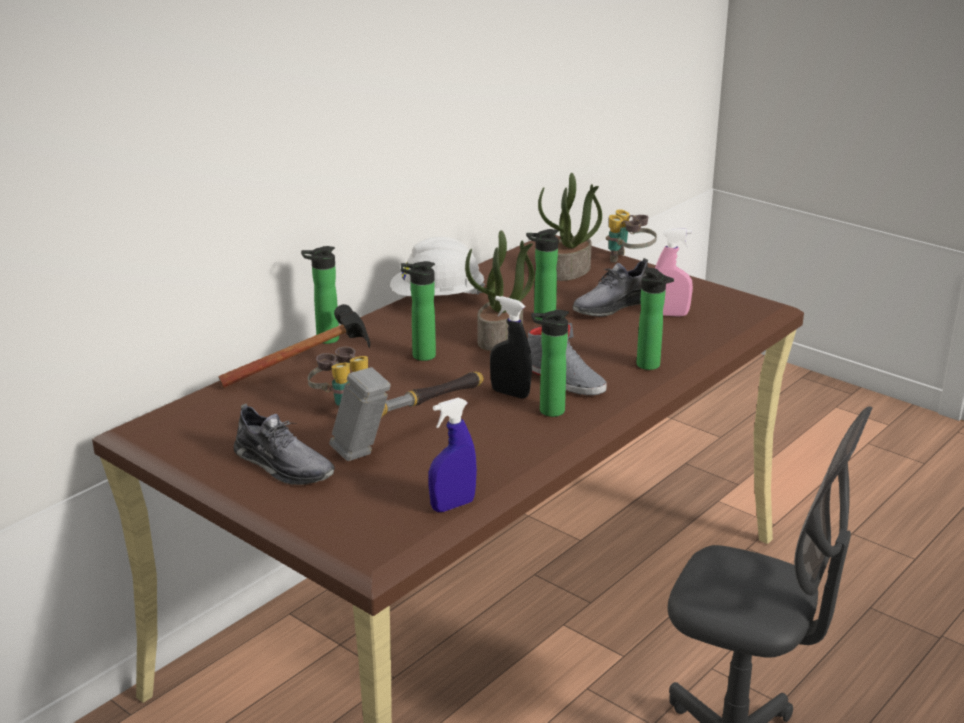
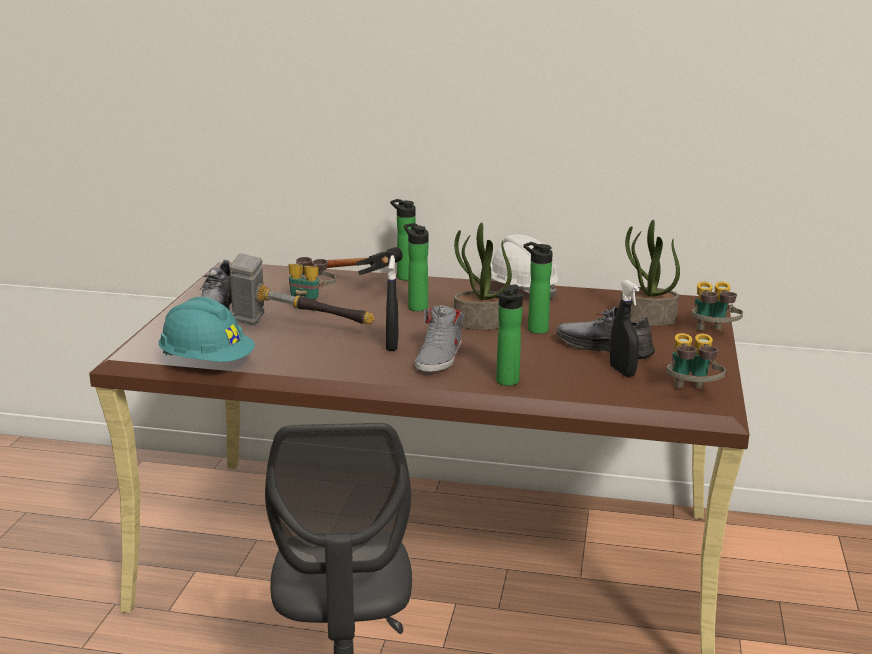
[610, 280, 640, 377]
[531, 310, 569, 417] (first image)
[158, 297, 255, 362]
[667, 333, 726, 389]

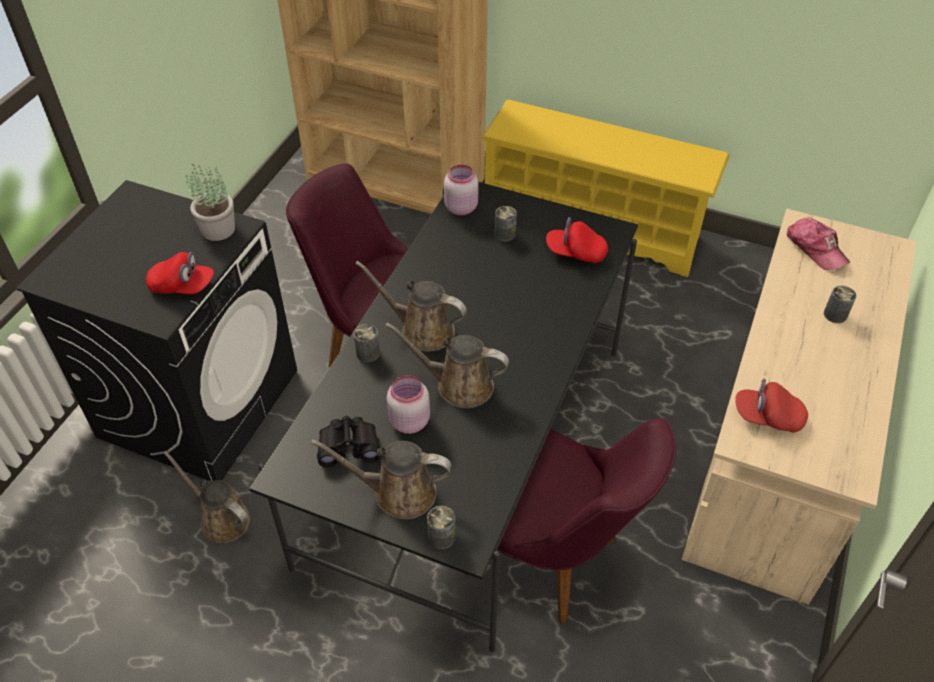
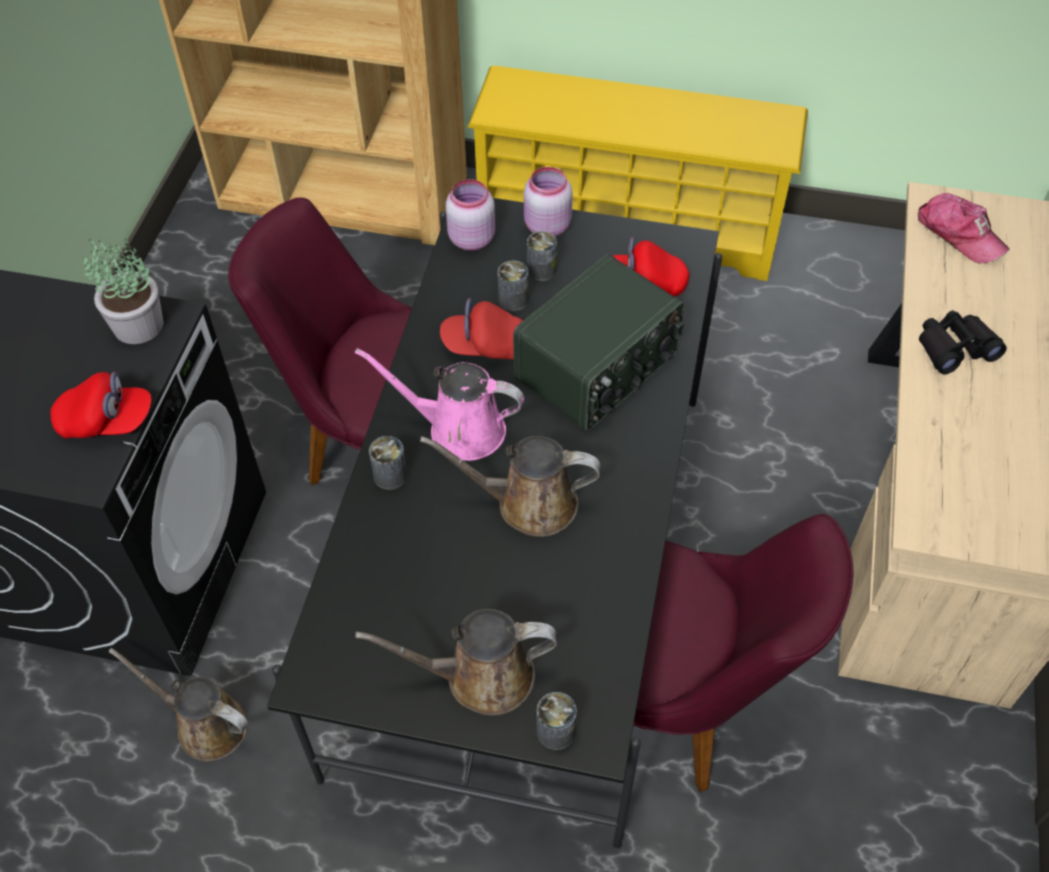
[355, 348, 524, 461]
[498, 261, 528, 311]
[524, 167, 573, 237]
[440, 298, 523, 360]
[919, 310, 1007, 374]
[513, 254, 684, 431]

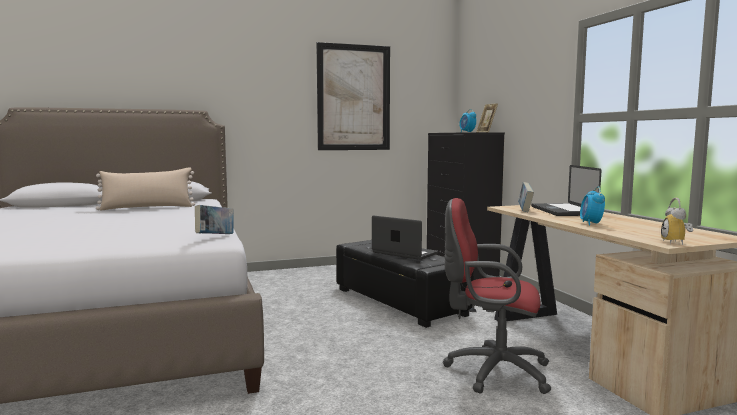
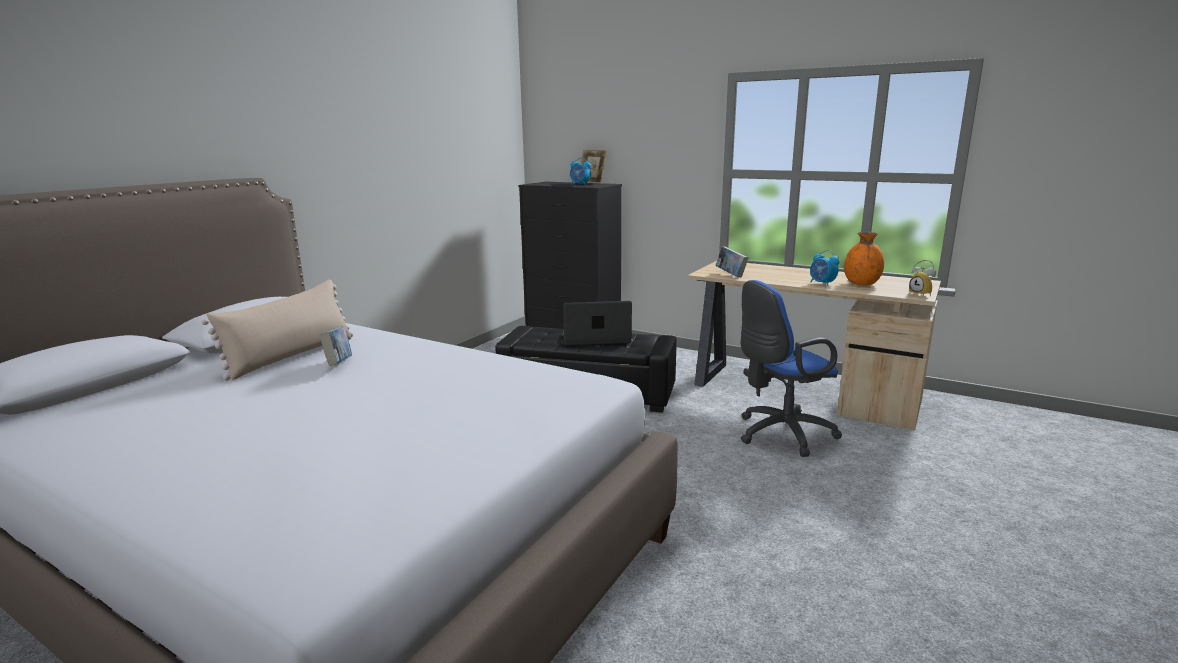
[316, 42, 390, 150] (first image)
[531, 165, 601, 216] (first image)
[741, 280, 842, 457]
[319, 326, 352, 366]
[844, 232, 884, 285]

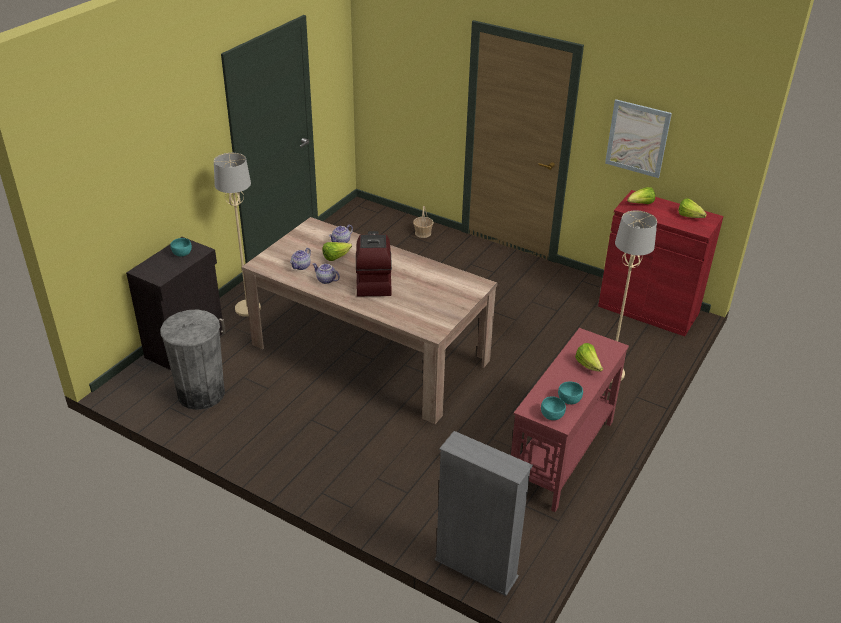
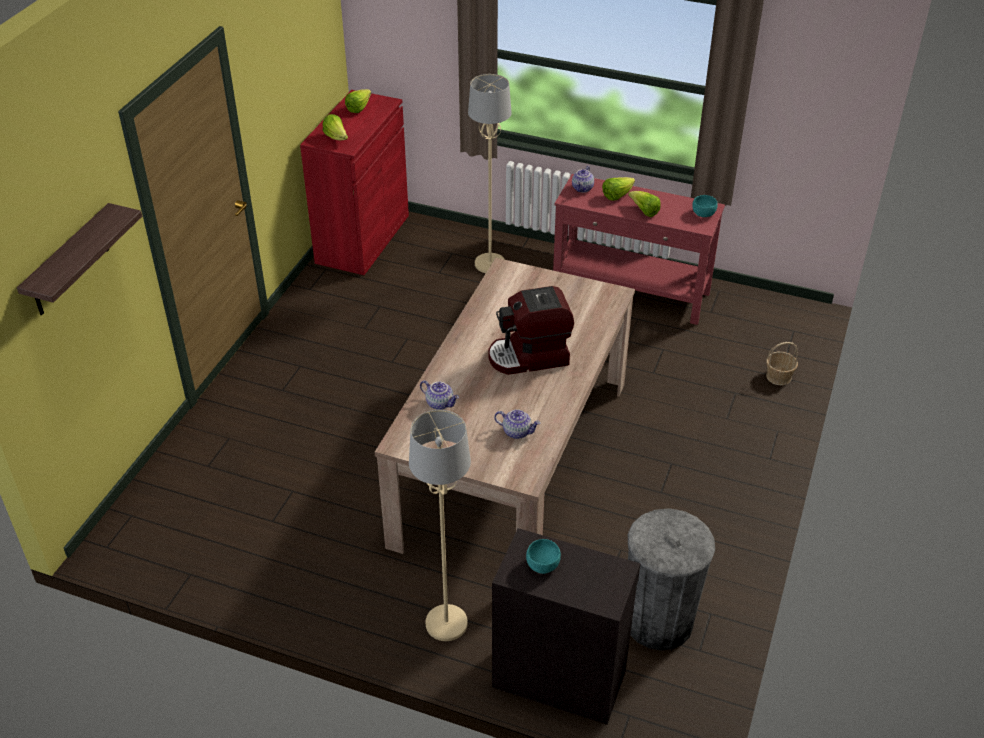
[605, 99, 672, 178] (first image)
[766, 342, 798, 385]
[628, 191, 661, 217]
[572, 166, 594, 193]
[558, 381, 583, 404] (first image)
[435, 431, 533, 596] (first image)
[17, 203, 142, 315]

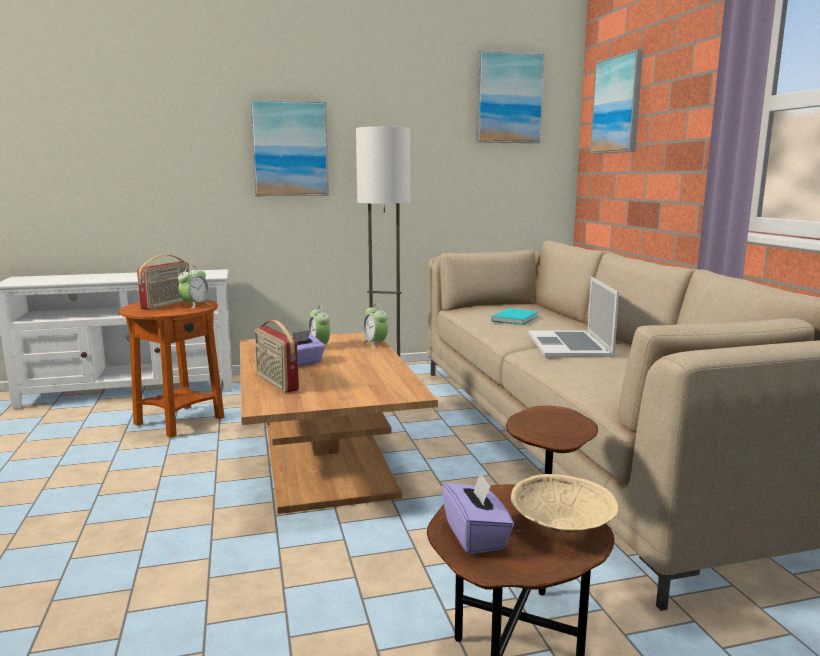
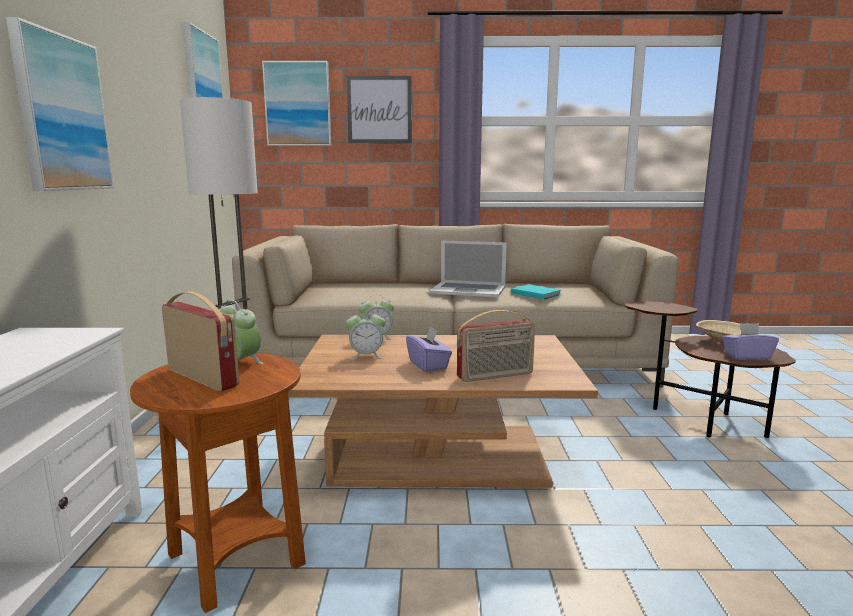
[511, 285, 561, 299]
[347, 76, 412, 143]

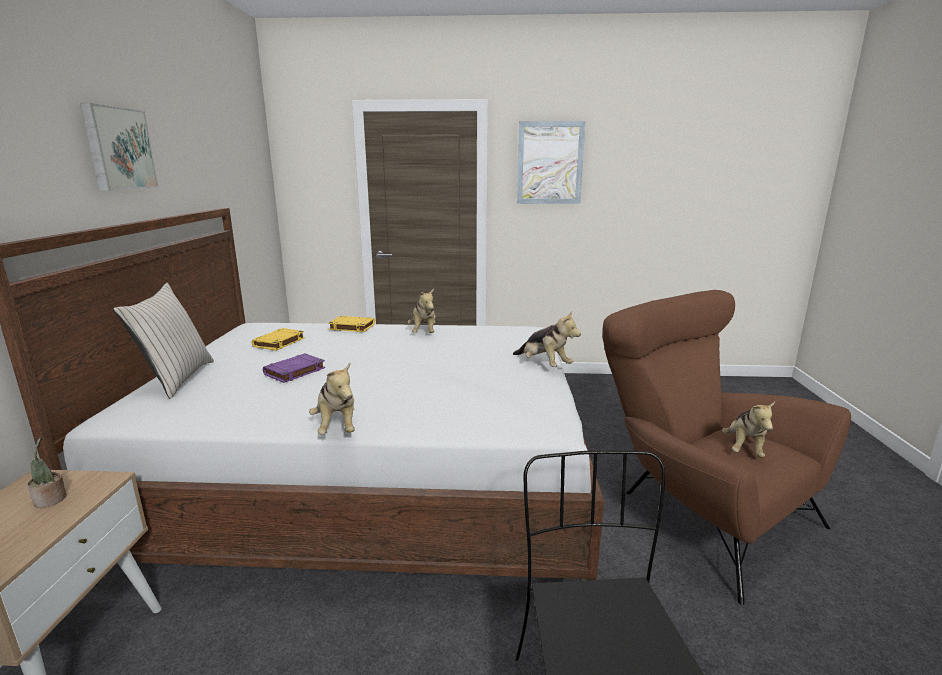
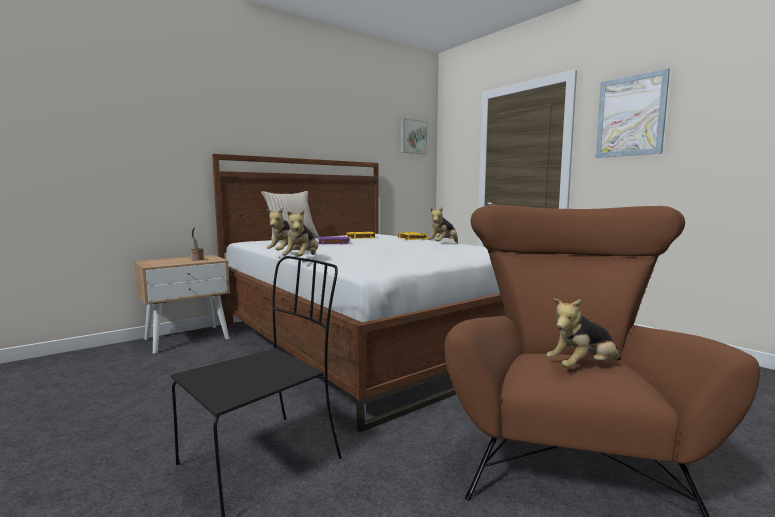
[401, 118, 428, 154]
[282, 210, 318, 256]

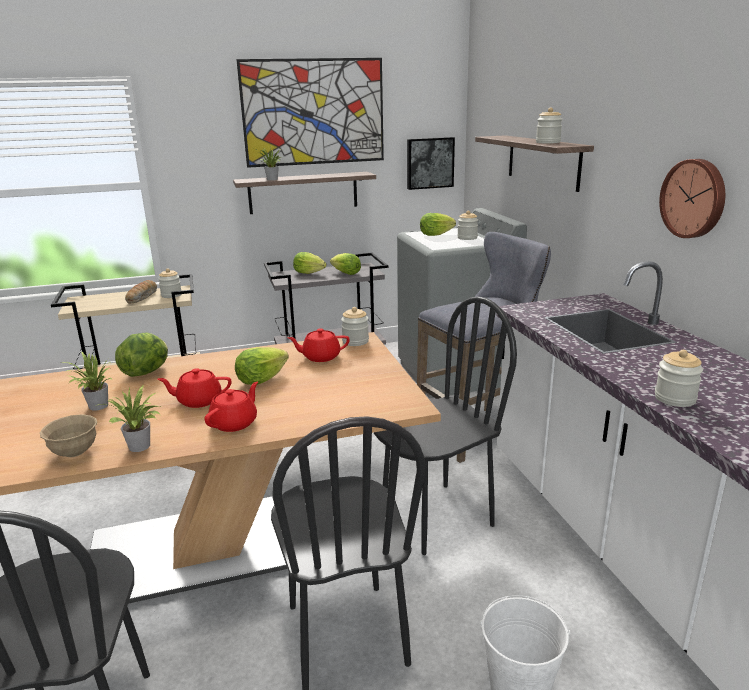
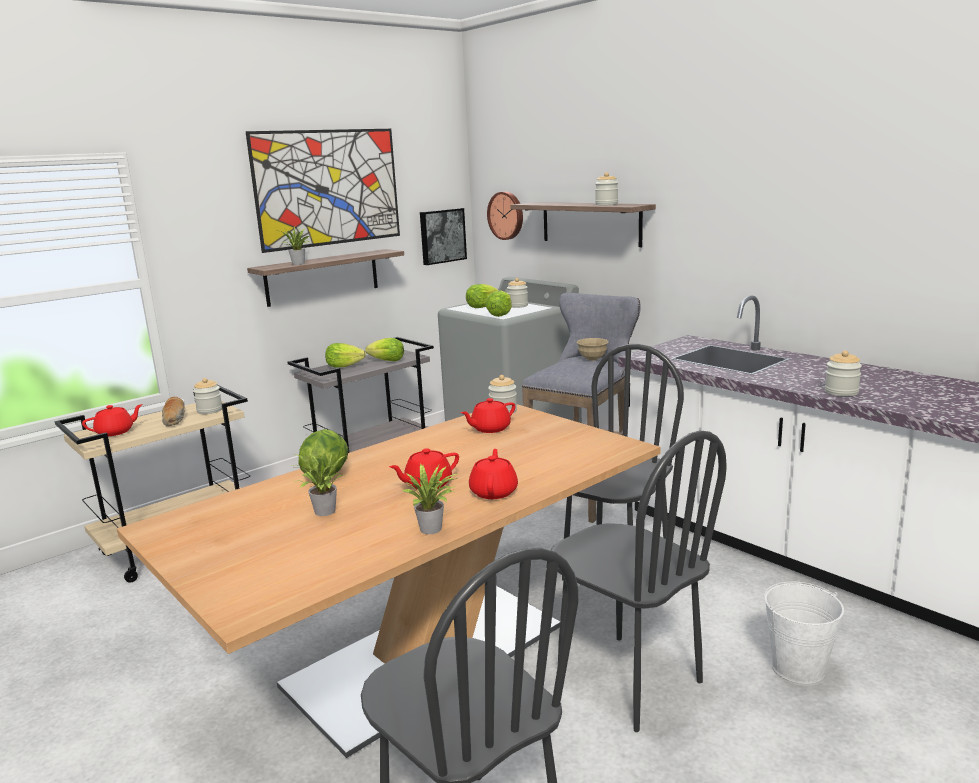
[487, 192, 523, 240]
[485, 290, 512, 317]
[577, 338, 609, 361]
[82, 404, 143, 436]

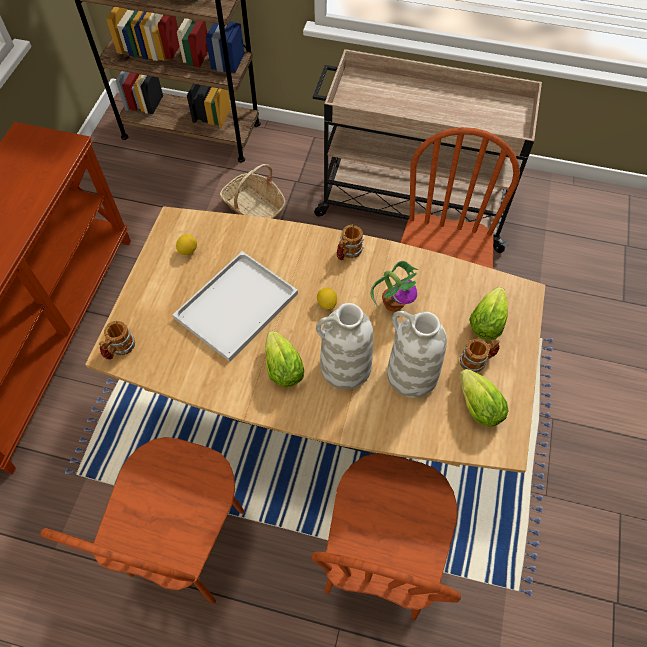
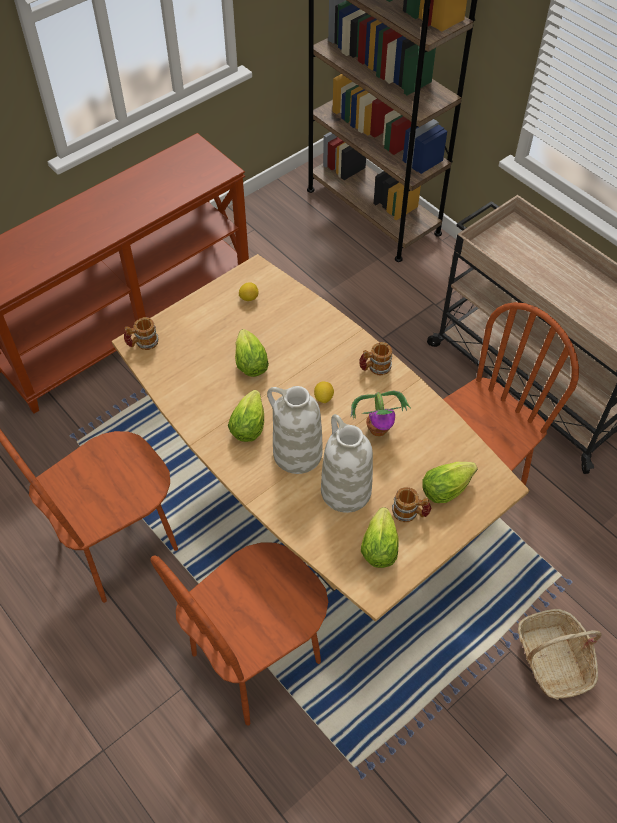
[518, 609, 601, 700]
[235, 329, 269, 377]

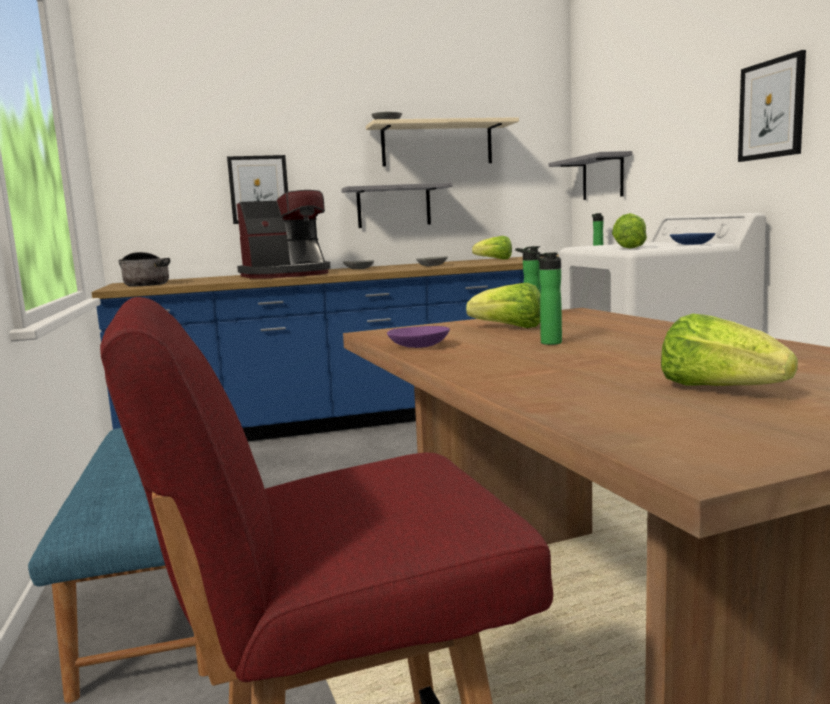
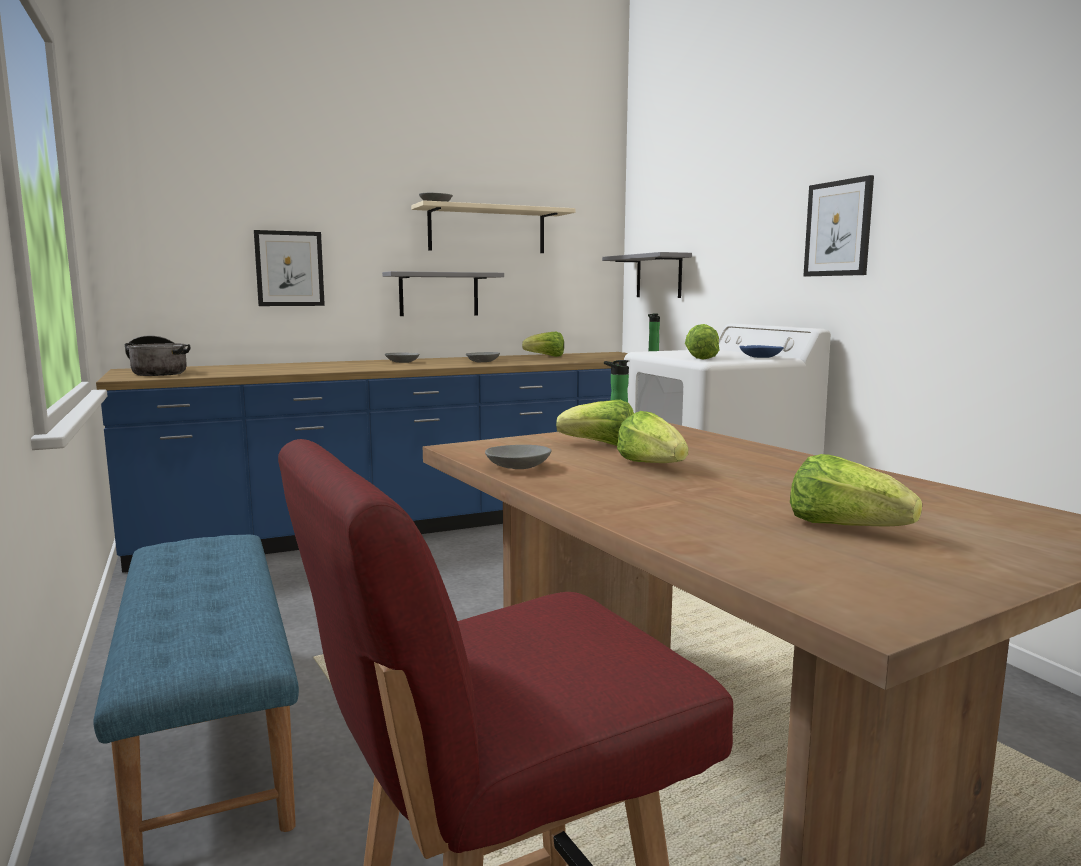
[237, 190, 331, 279] (first image)
[617, 411, 688, 463]
[485, 445, 551, 469]

